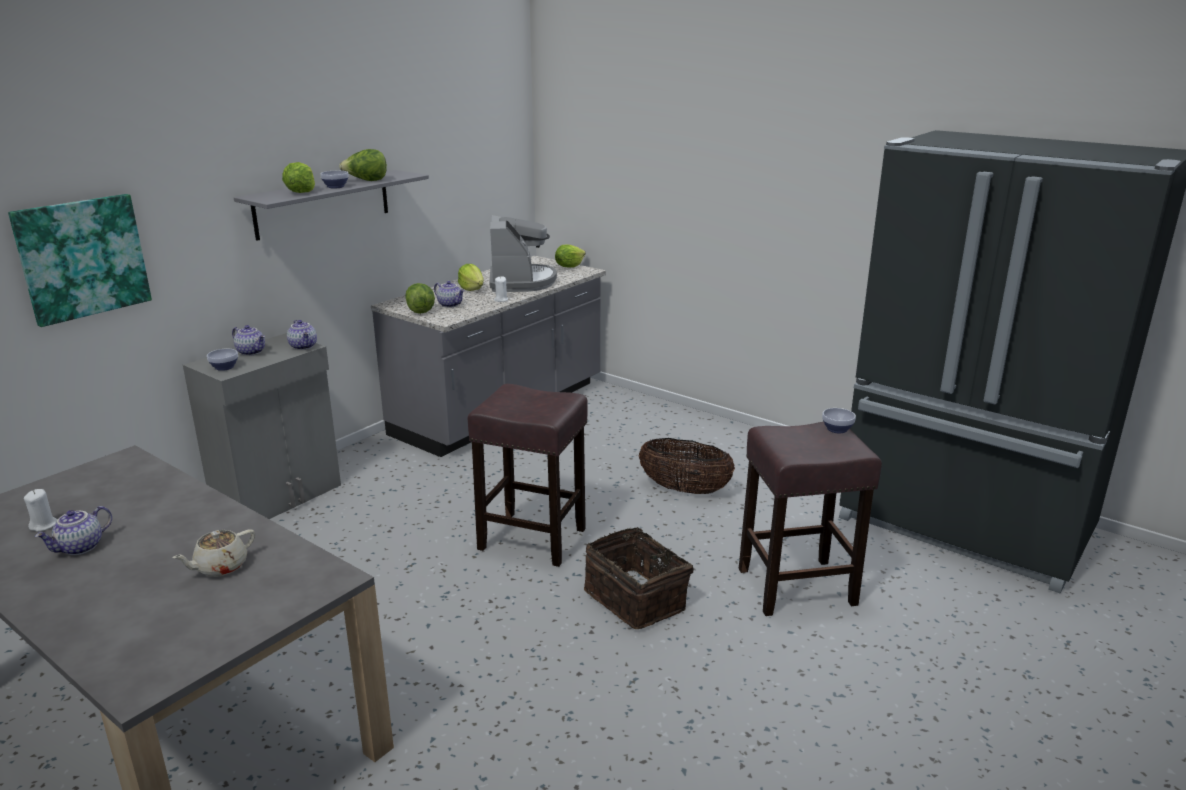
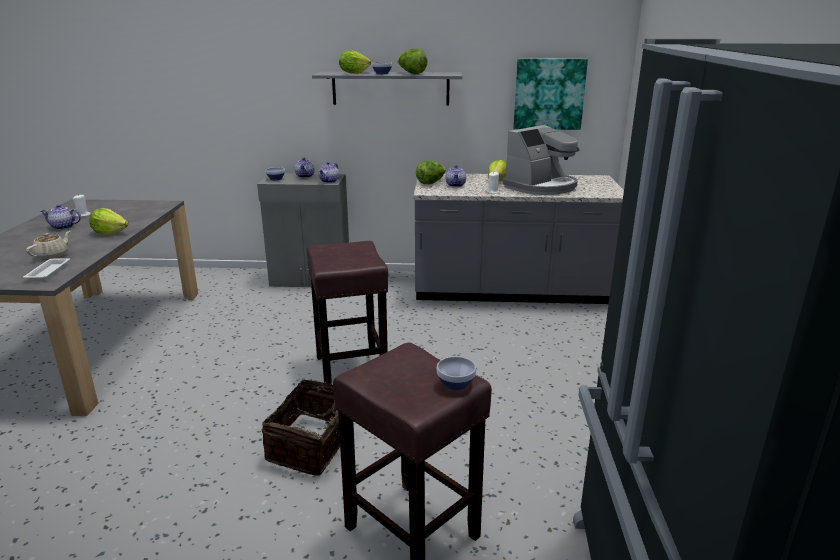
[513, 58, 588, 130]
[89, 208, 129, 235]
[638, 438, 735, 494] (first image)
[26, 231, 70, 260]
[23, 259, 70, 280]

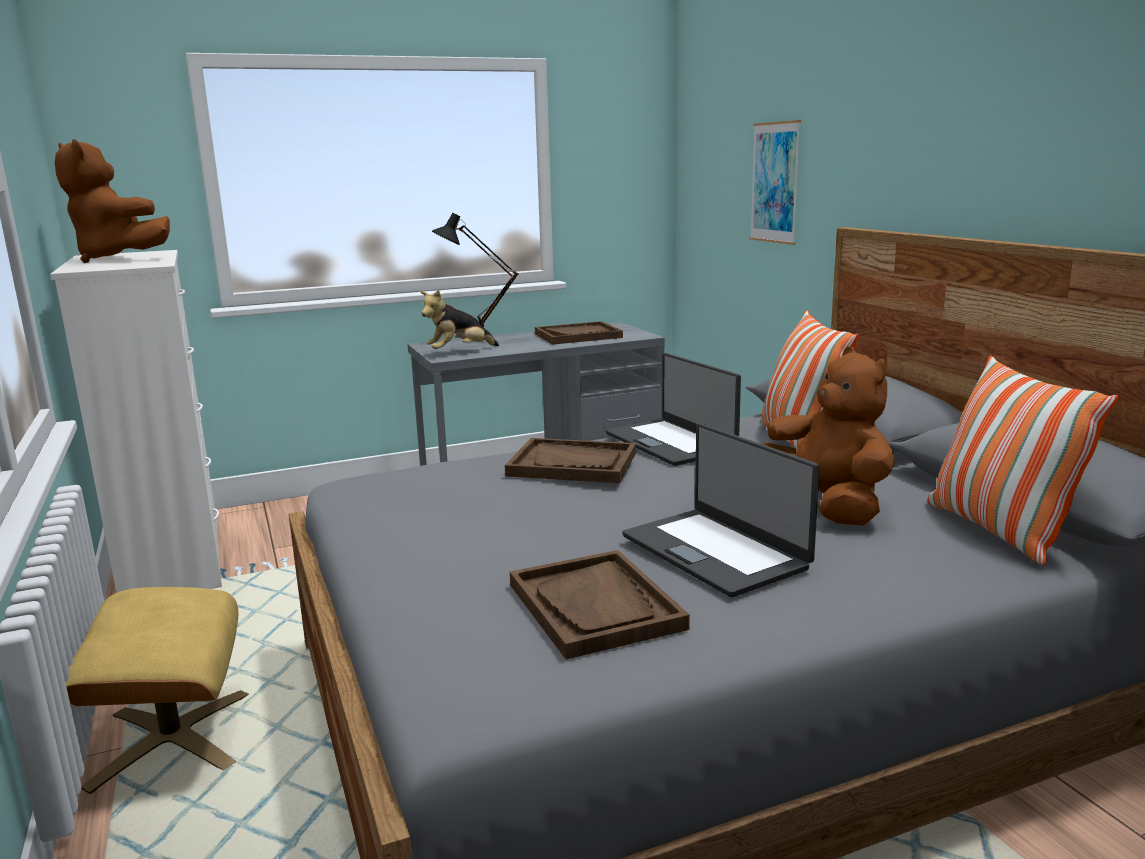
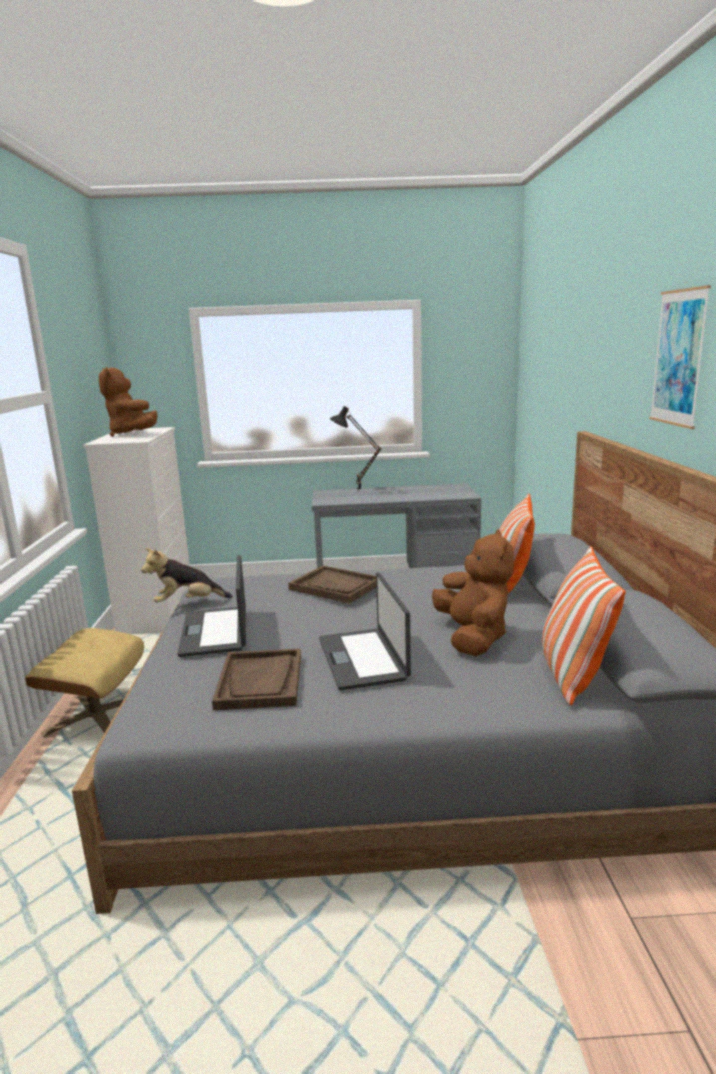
[649, 285, 711, 429]
[141, 548, 233, 602]
[535, 321, 623, 345] (first image)
[177, 555, 246, 657]

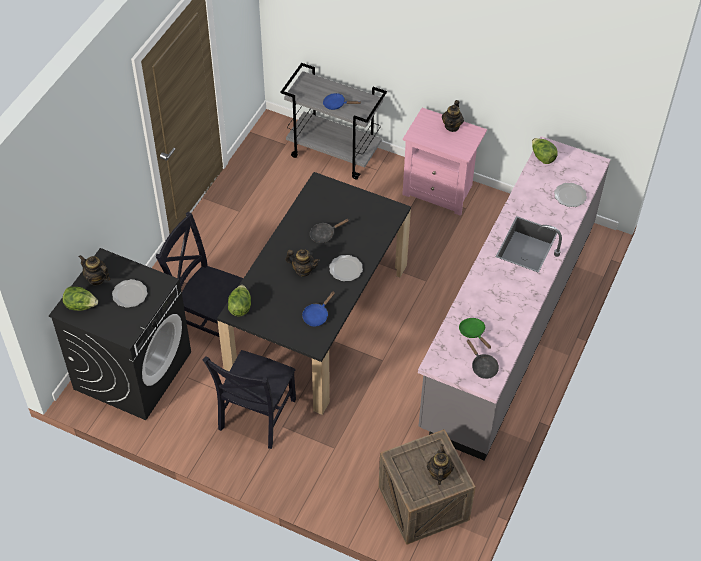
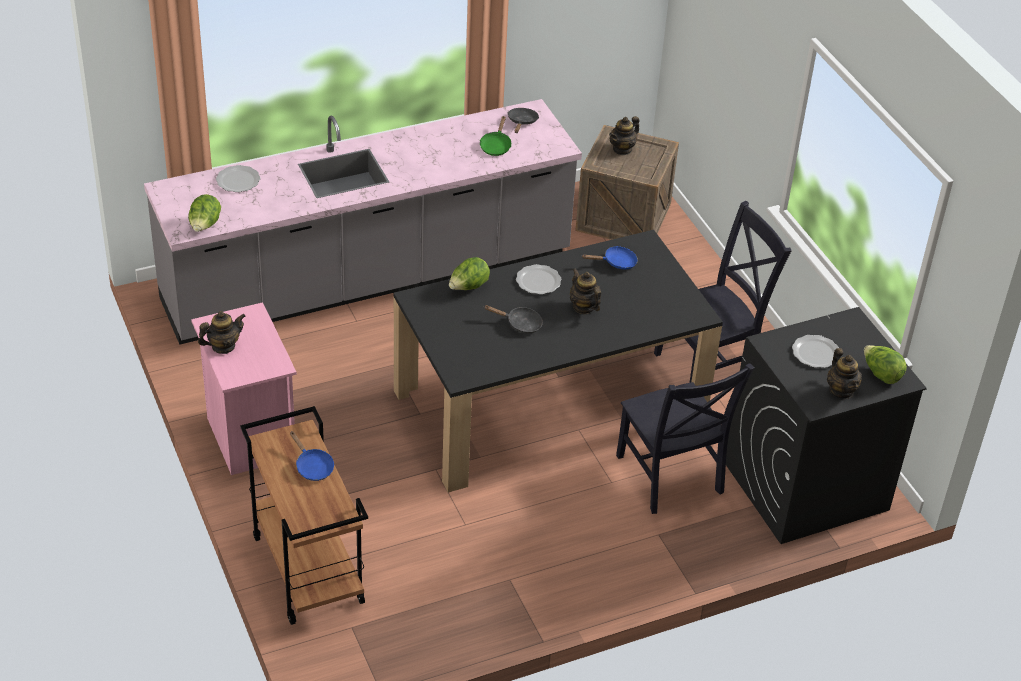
[240, 406, 368, 625]
[449, 257, 490, 290]

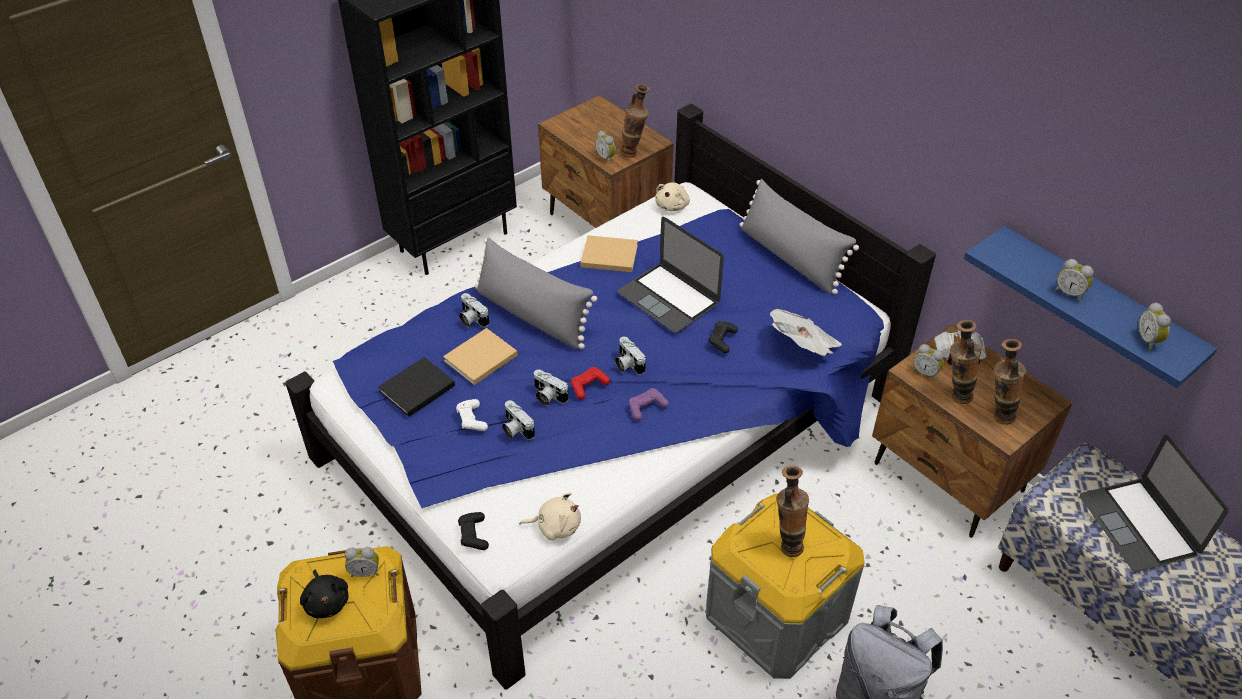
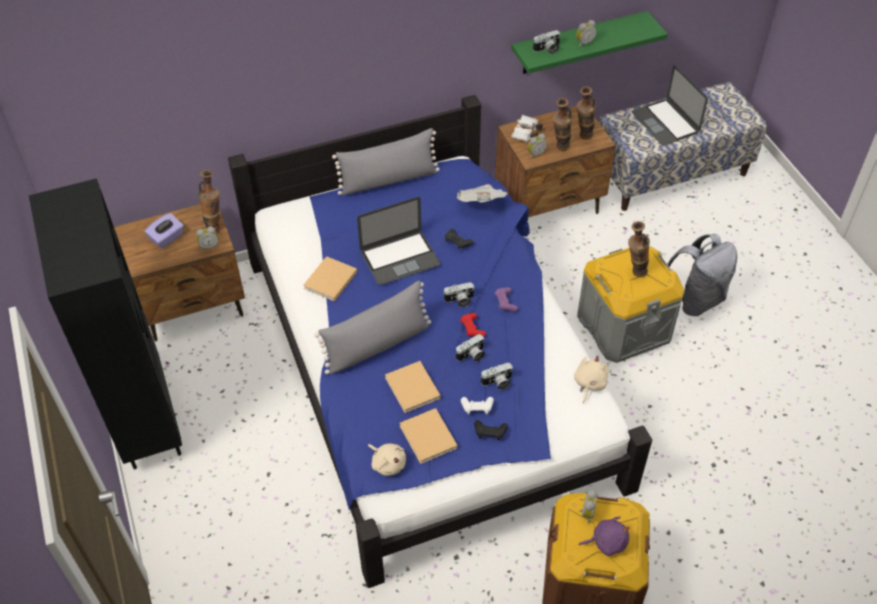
[368, 444, 406, 476]
[511, 11, 668, 74]
[533, 30, 560, 54]
[1138, 302, 1171, 351] (first image)
[400, 408, 458, 464]
[632, 65, 708, 146]
[474, 420, 508, 441]
[579, 516, 630, 556]
[144, 213, 184, 249]

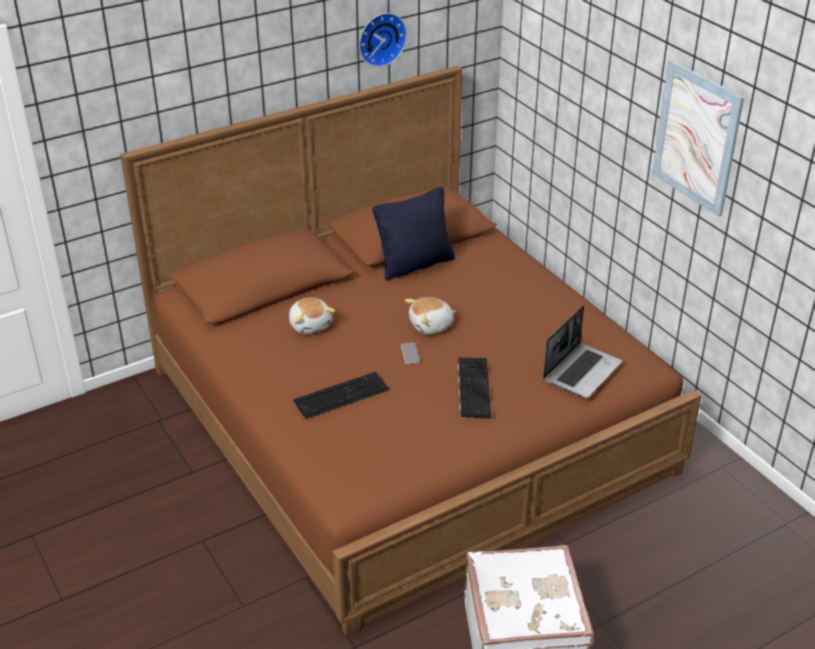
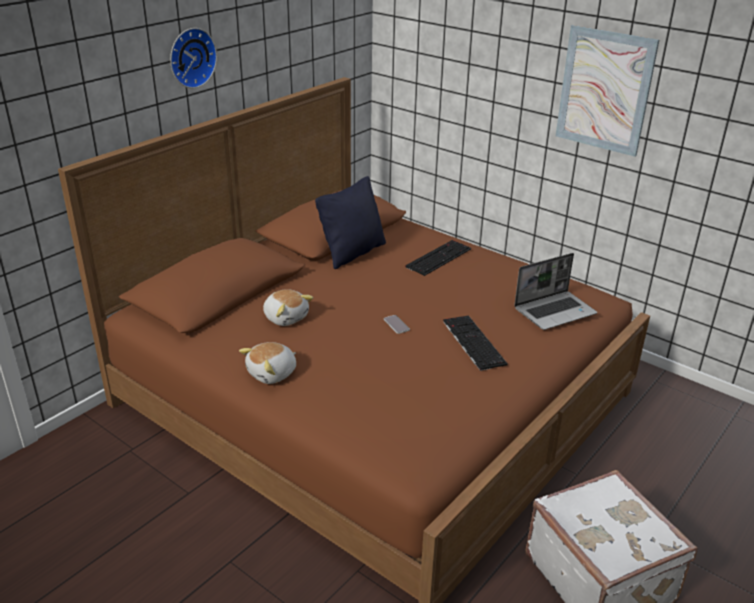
[170, 28, 217, 88]
[239, 342, 296, 384]
[514, 253, 597, 330]
[405, 240, 471, 276]

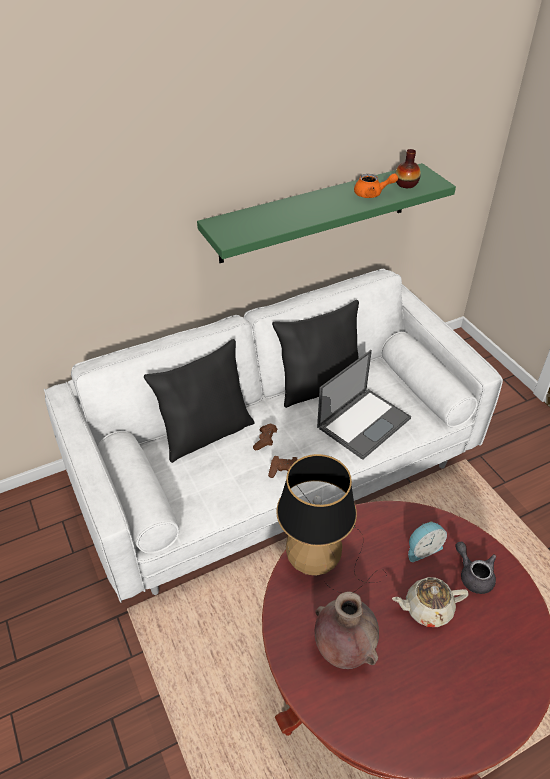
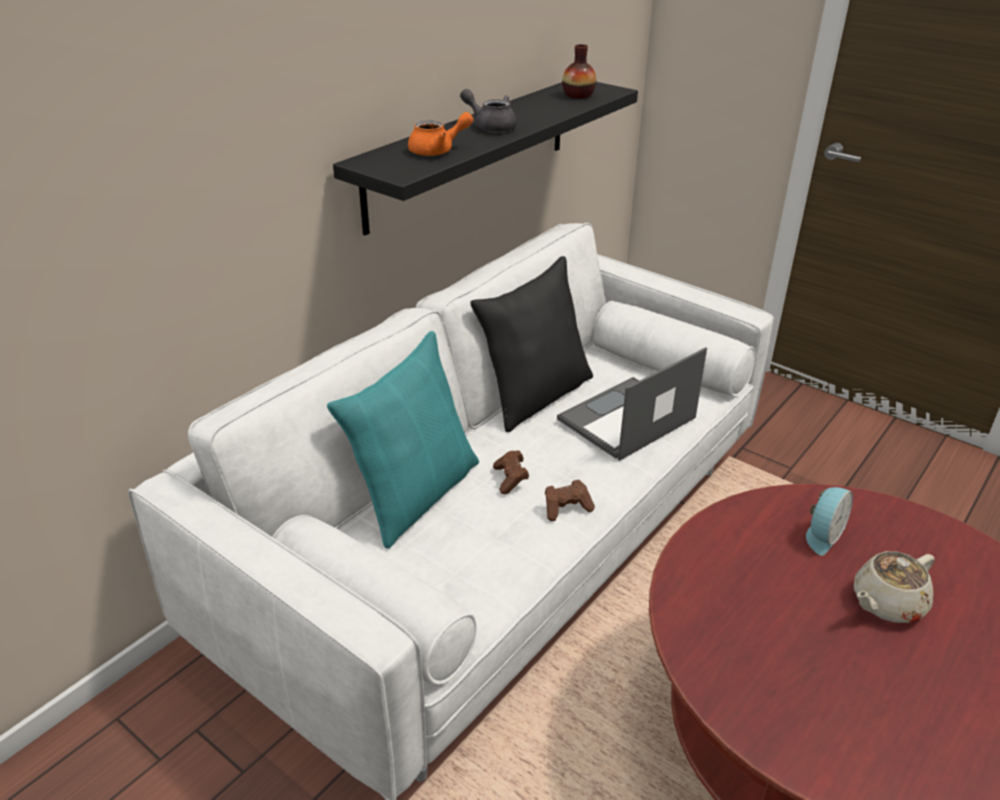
[333, 82, 638, 236]
[408, 112, 473, 156]
[327, 331, 479, 548]
[557, 347, 707, 461]
[276, 454, 387, 592] (first image)
[460, 89, 517, 132]
[315, 591, 379, 669] (first image)

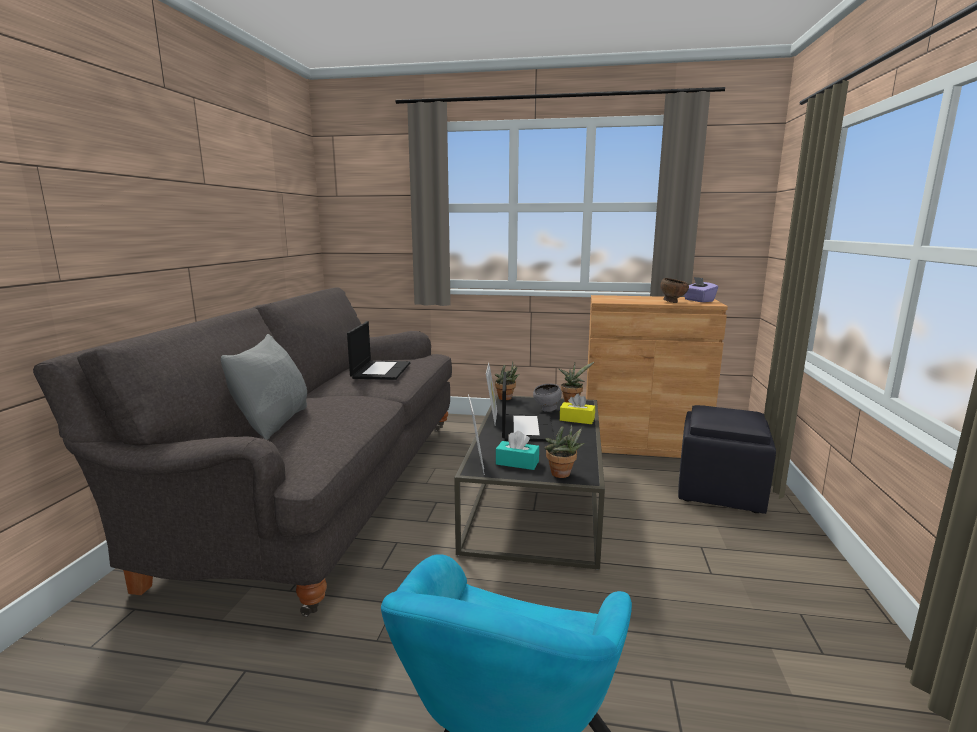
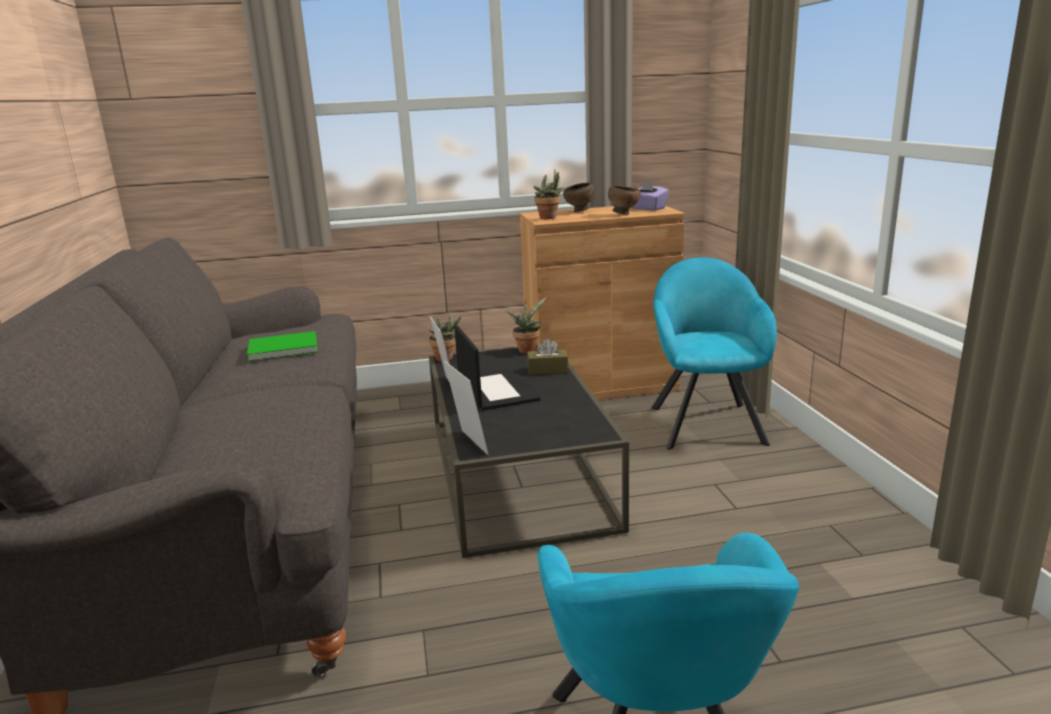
[247, 331, 317, 361]
[221, 334, 307, 440] (first image)
[533, 384, 562, 412] (first image)
[527, 339, 568, 375]
[652, 257, 777, 449]
[534, 170, 565, 219]
[496, 431, 539, 470] (first image)
[563, 182, 594, 212]

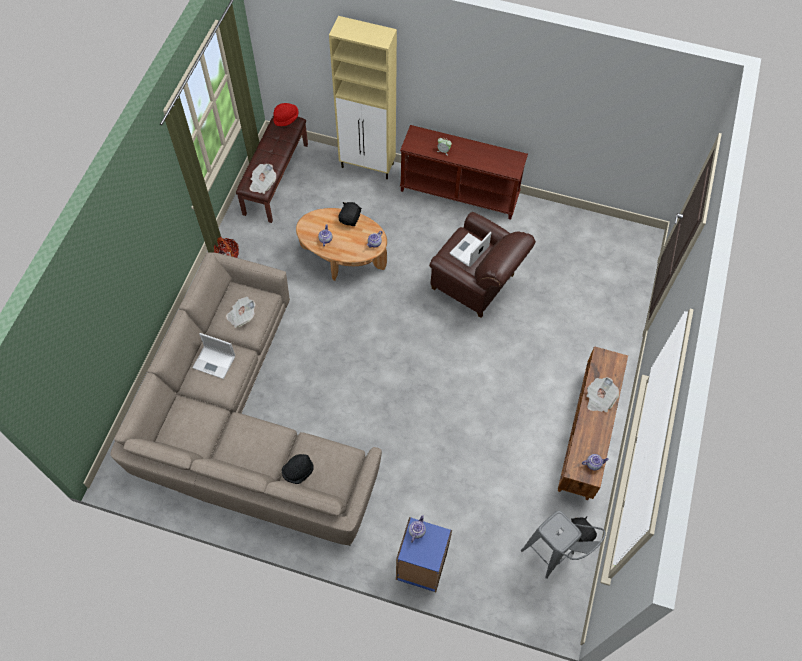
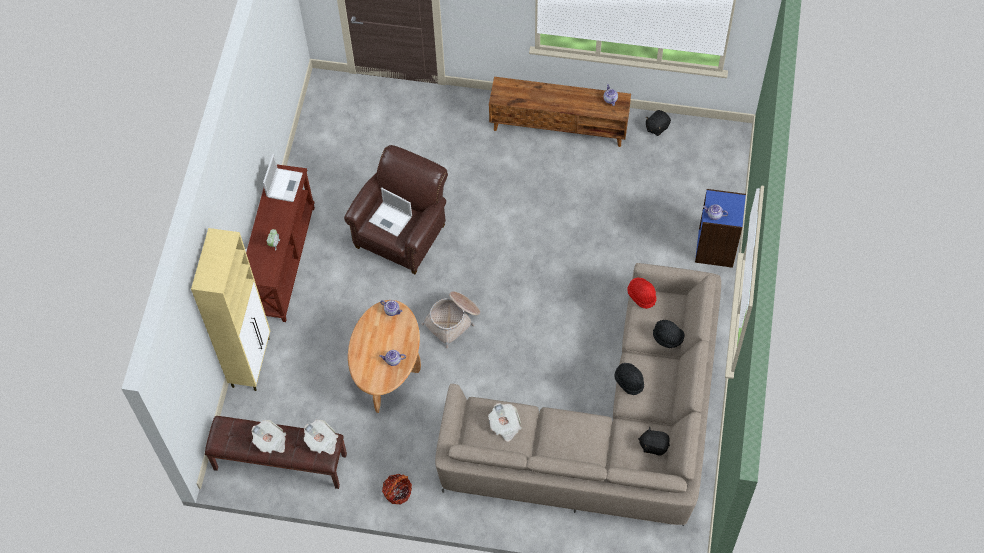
[627, 278, 656, 309]
[638, 426, 670, 456]
[263, 154, 303, 202]
[252, 420, 286, 453]
[521, 511, 606, 579] (first image)
[421, 291, 480, 349]
[614, 363, 644, 395]

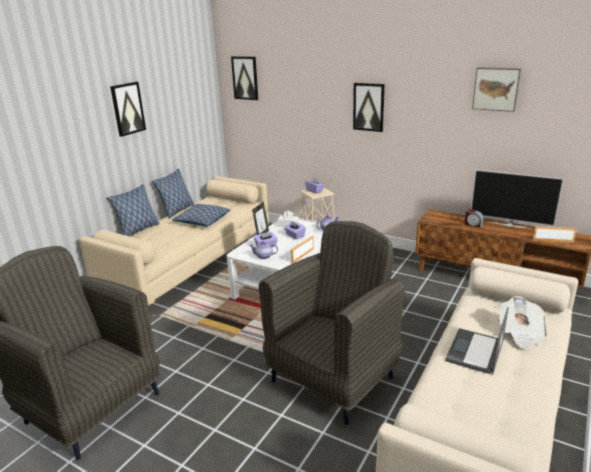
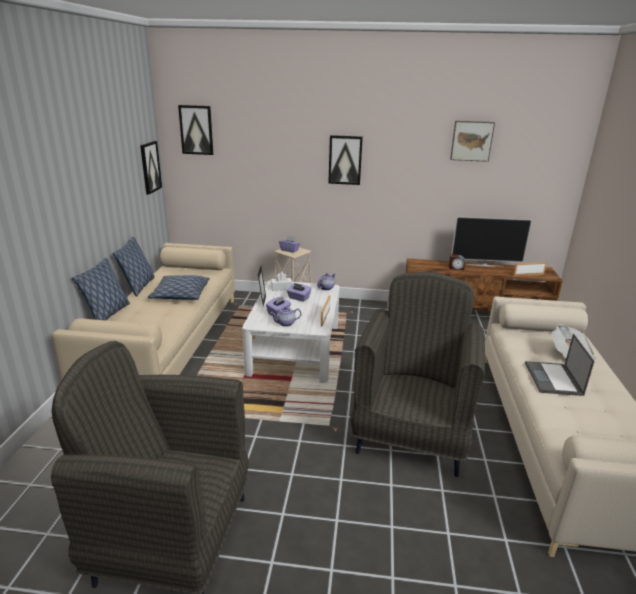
[140, 141, 162, 195]

